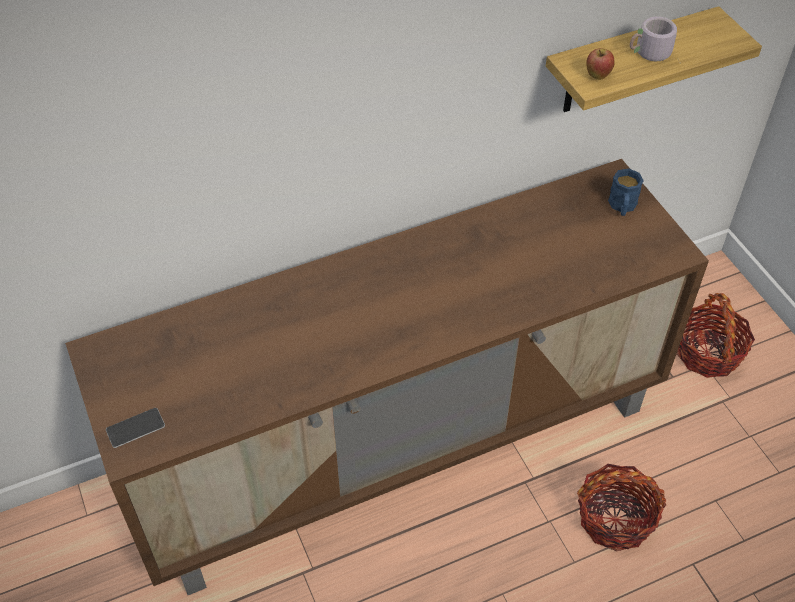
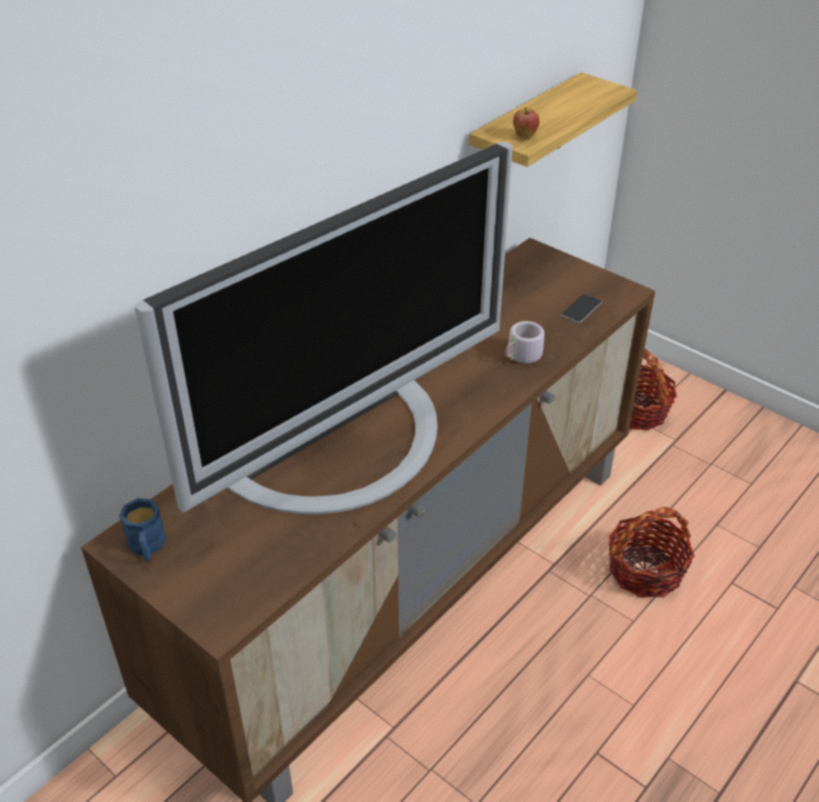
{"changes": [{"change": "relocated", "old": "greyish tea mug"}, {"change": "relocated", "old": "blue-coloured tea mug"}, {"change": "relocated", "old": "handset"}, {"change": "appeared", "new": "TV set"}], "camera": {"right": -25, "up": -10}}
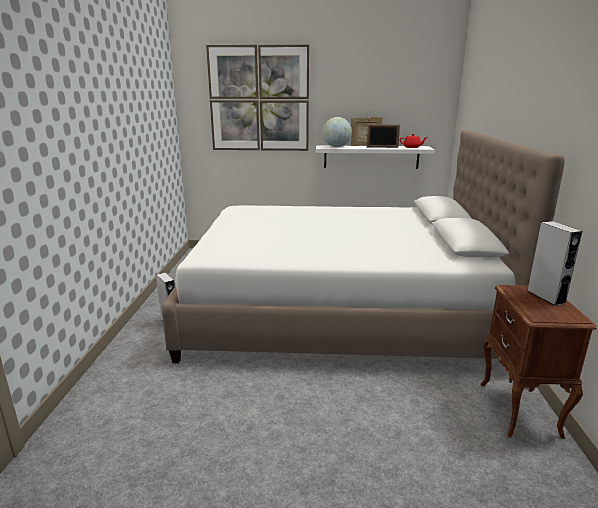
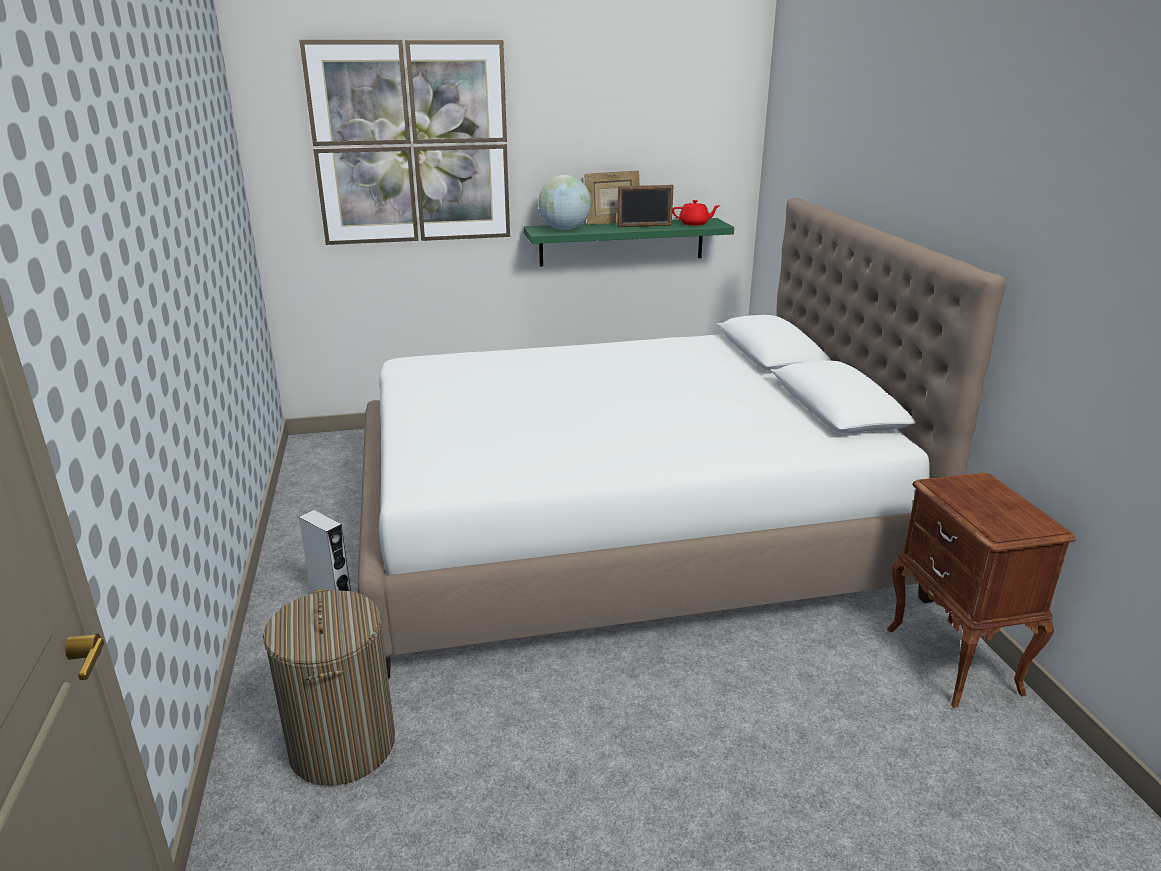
{"changes": [{"change": "colour", "old": "whitish shelf", "new": "greenish shelf"}, {"change": "missing", "old": "greyish loudspeaker (no. 2 from left)"}, {"change": "appeared", "new": "laundry basket"}], "camera": {"right": -15, "up": 5}}
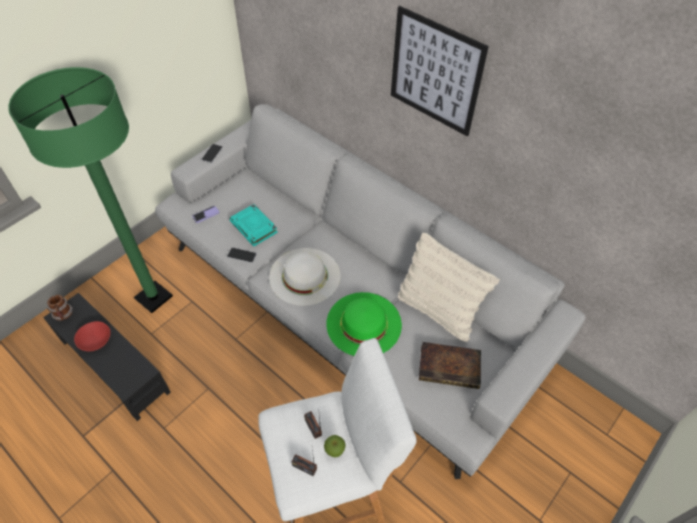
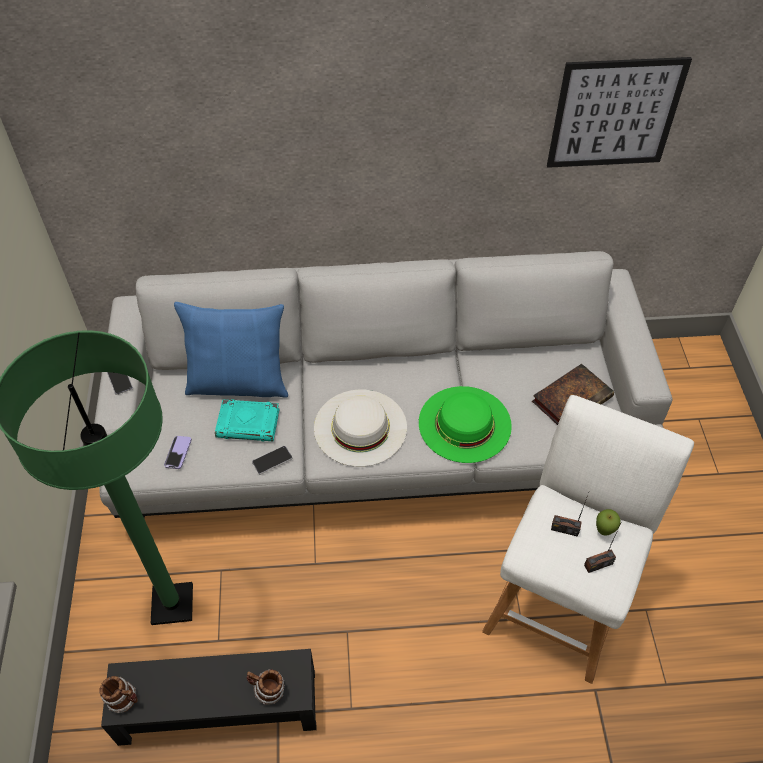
{"changes": [{"change": "relocated", "old": "wall art"}, {"change": "missing", "old": "beige pillow"}, {"change": "missing", "old": "red bowl"}, {"change": "appeared", "new": "blue-coloured pillow"}, {"change": "appeared", "new": "tea mug (no. 2 from left)"}], "camera": {"right": -45, "up": 0}}
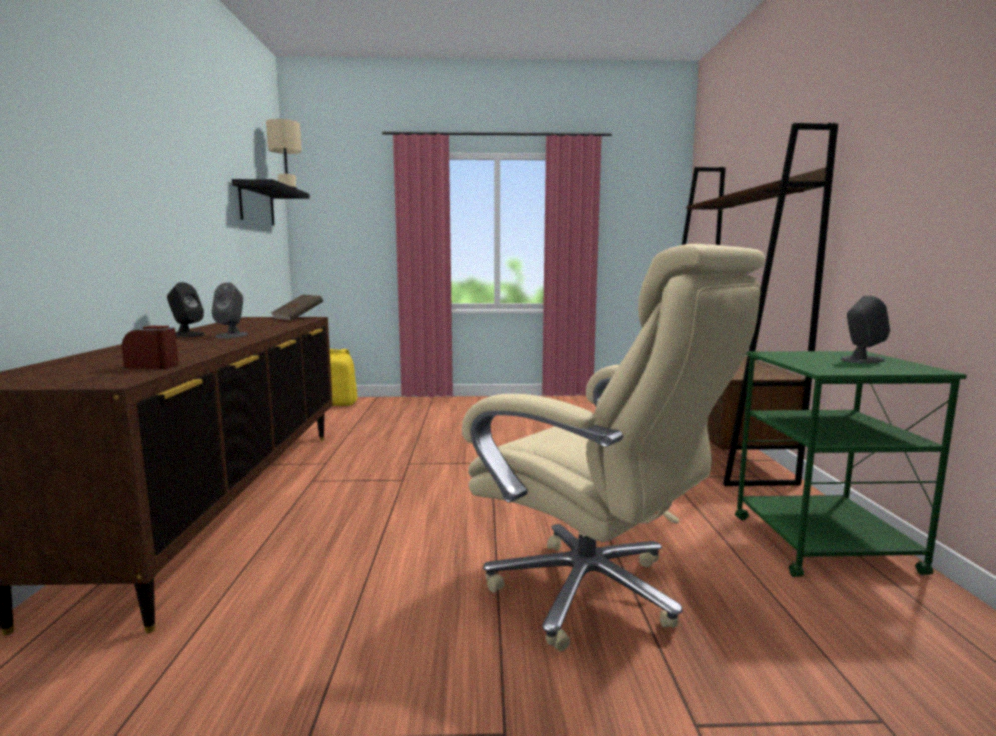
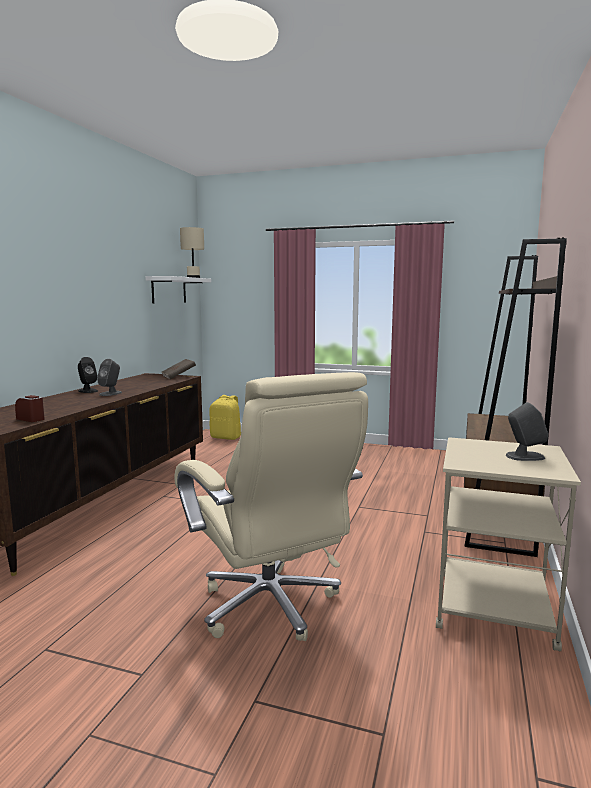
{"changes": [{"change": "colour", "old": "black shelf", "new": "whitish shelf"}, {"change": "colour", "old": "greenish cart", "new": "beige cart"}], "camera": {"right": 20, "up": 0}}
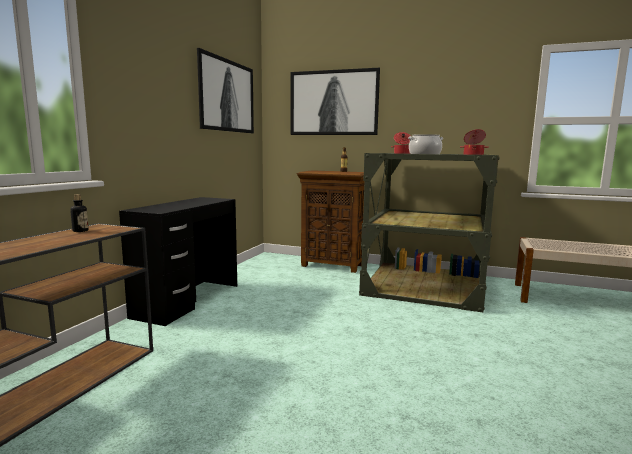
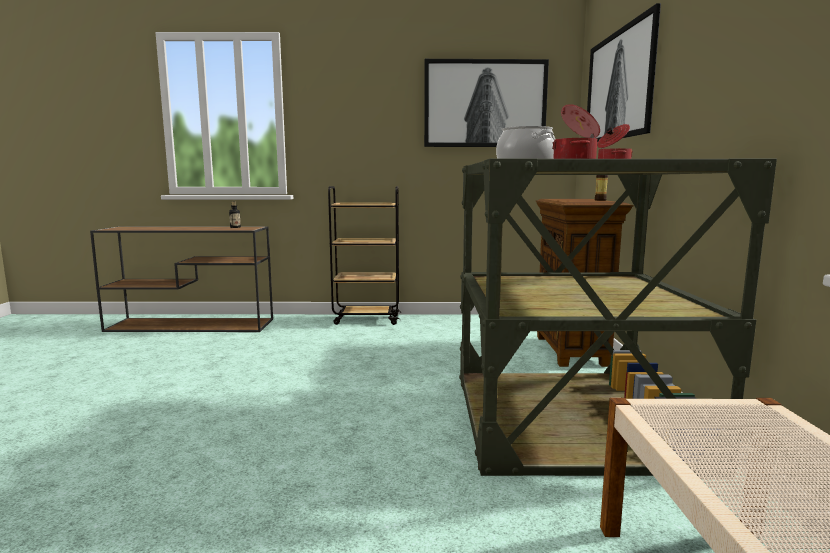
{"changes": [{"change": "exchanged", "old": "black desk unit", "new": "brownish cart"}], "camera": {"right": 70, "up": 0}}
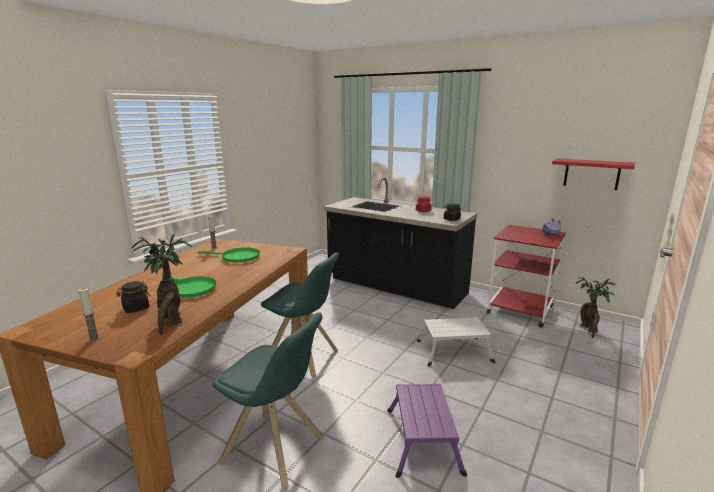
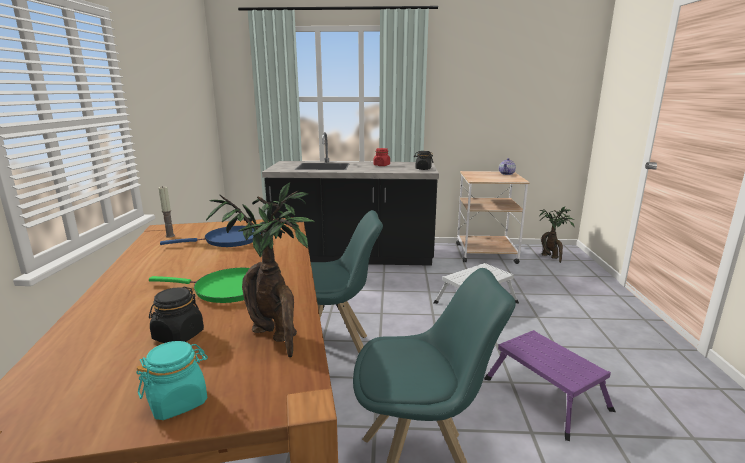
{"changes": [{"change": "missing", "old": "red shelf"}, {"change": "colour", "old": "red cart", "new": "beige cart"}, {"change": "colour", "old": "greenish frying pan (no. 2 from left)", "new": "blue-coloured frying pan"}, {"change": "exchanged", "old": "wax light (no. 1 from left)", "new": "turquoise jar"}], "camera": {"right": -30, "up": 0}}
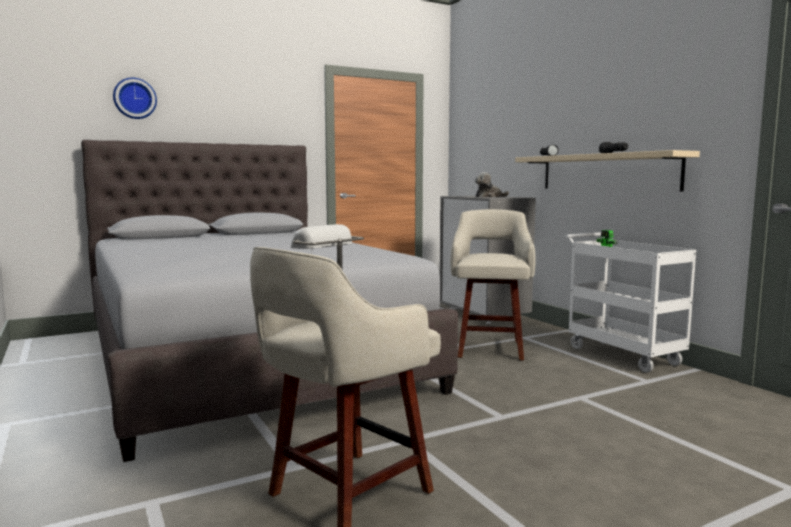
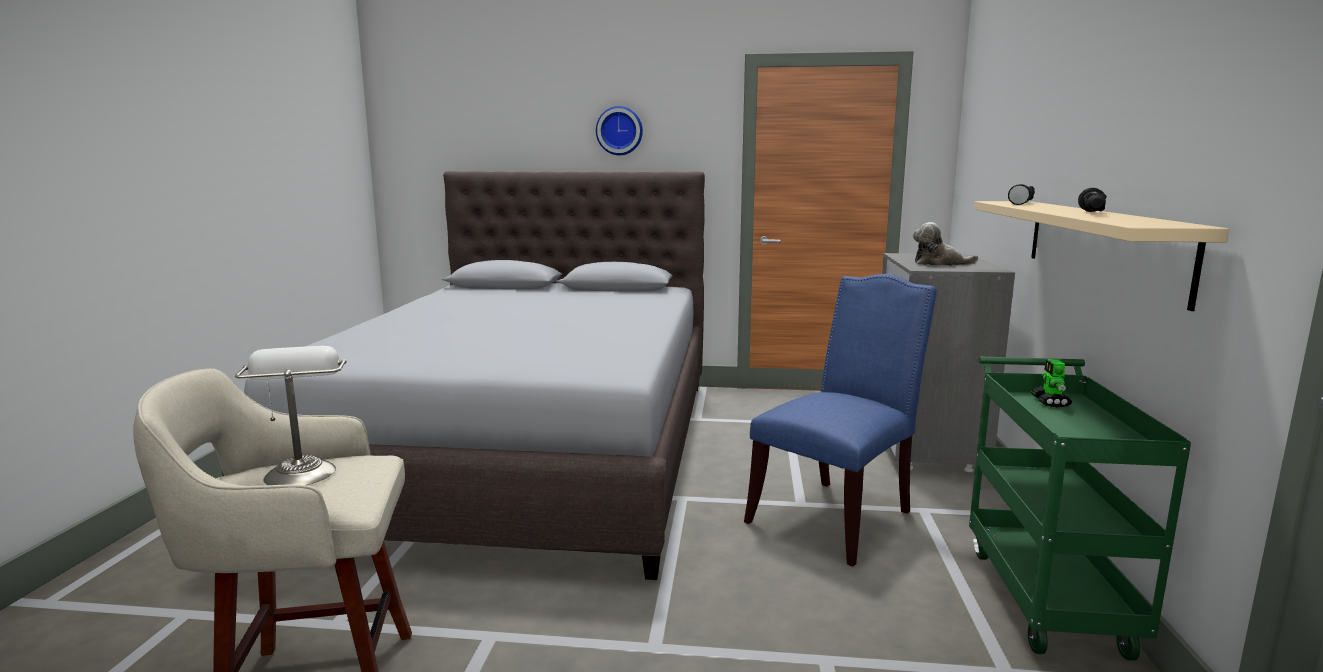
{"changes": [{"change": "relocated", "old": "wall clock"}, {"change": "exchanged", "old": "beige stool seat (no. 2 from left)", "new": "blue-coloured upright chair"}, {"change": "colour", "old": "whitish cart", "new": "greenish cart"}], "camera": {"right": 35, "up": 5}}
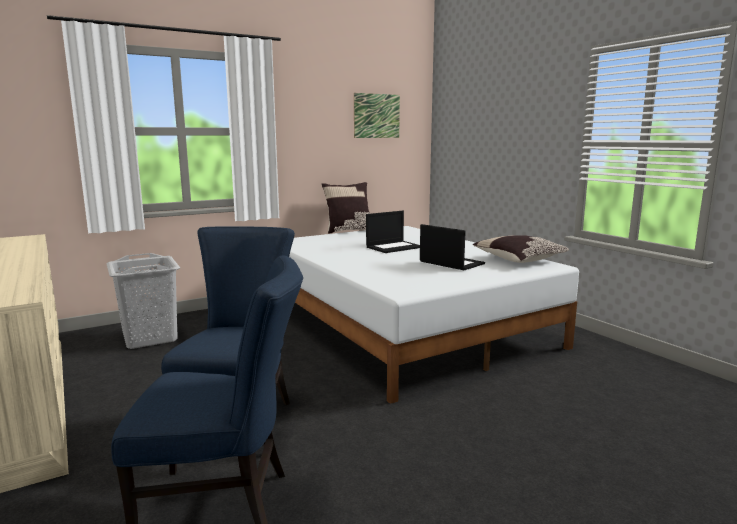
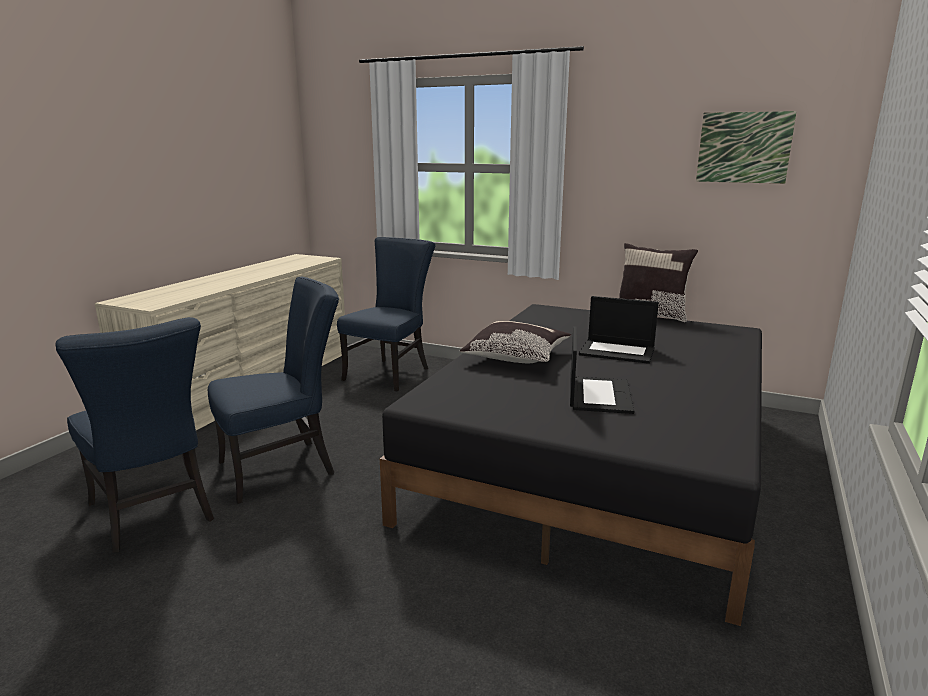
{"changes": [{"change": "colour", "old": "whitish sleeping bed", "new": "black sleeping bed"}, {"change": "relocated", "old": "pillow (no. 2 from left in the first image)", "new": "pillow (no. 1 from left)"}, {"change": "exchanged", "old": "greyish laundry basket", "new": "blue-coloured upright chair (no. 3 from left)"}], "camera": {"right": 55, "up": 5}}
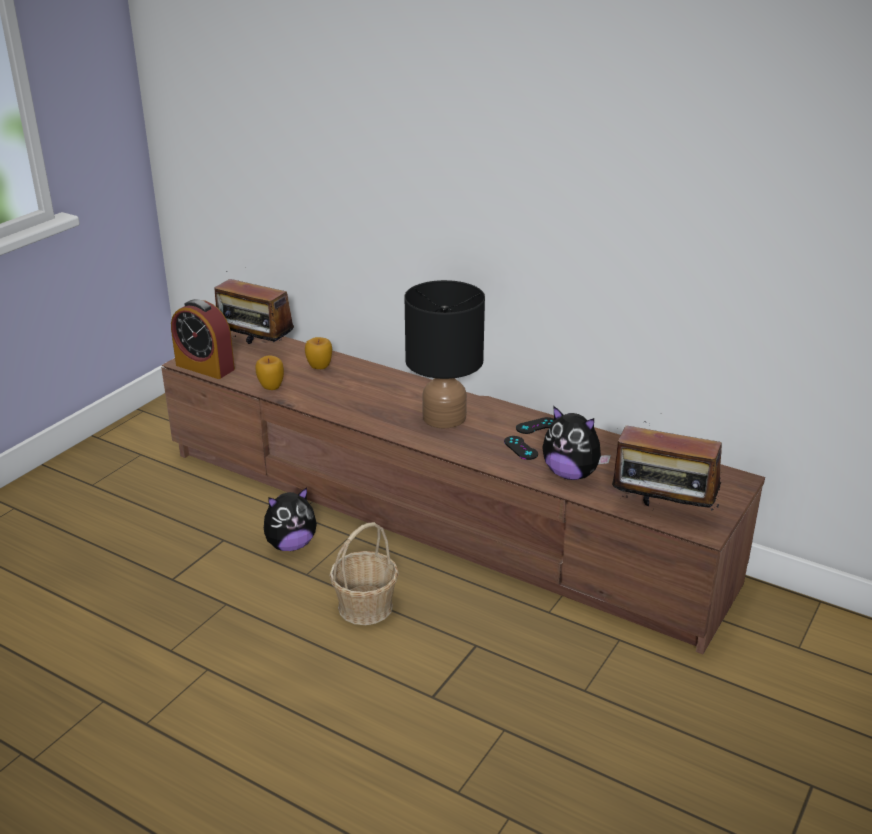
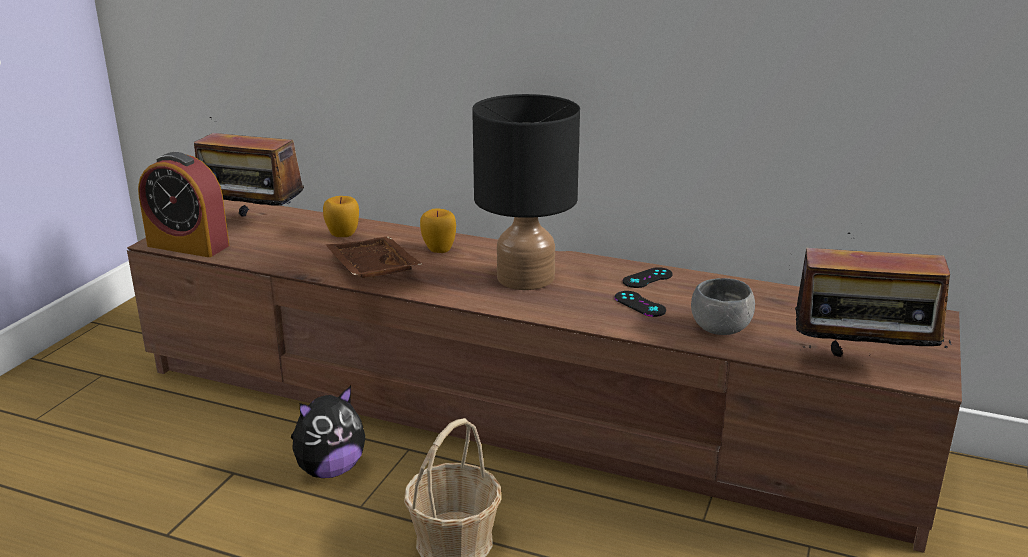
{"changes": [{"change": "relocated", "old": "whole apple (no. 1 from left in the first image)", "new": "whole apple (no. 2 from left)"}, {"change": "exchanged", "old": "plush toy (no. 2 from left)", "new": "greyish bowl"}, {"change": "appeared", "new": "brownish serving tray"}], "camera": {"right": -10, "up": -5}}
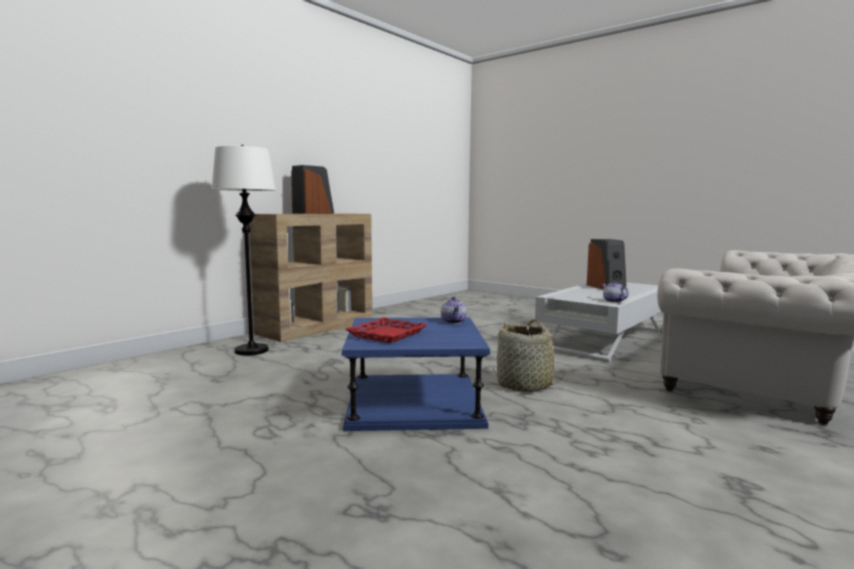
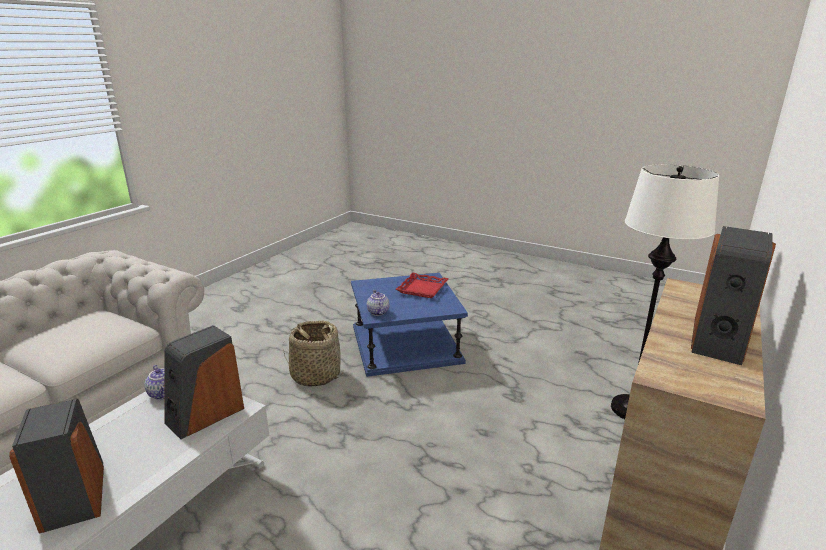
{"changes": [{"change": "appeared", "new": "loudspeaker (no. 2 from left)"}], "camera": {"right": 170, "up": 15}}
